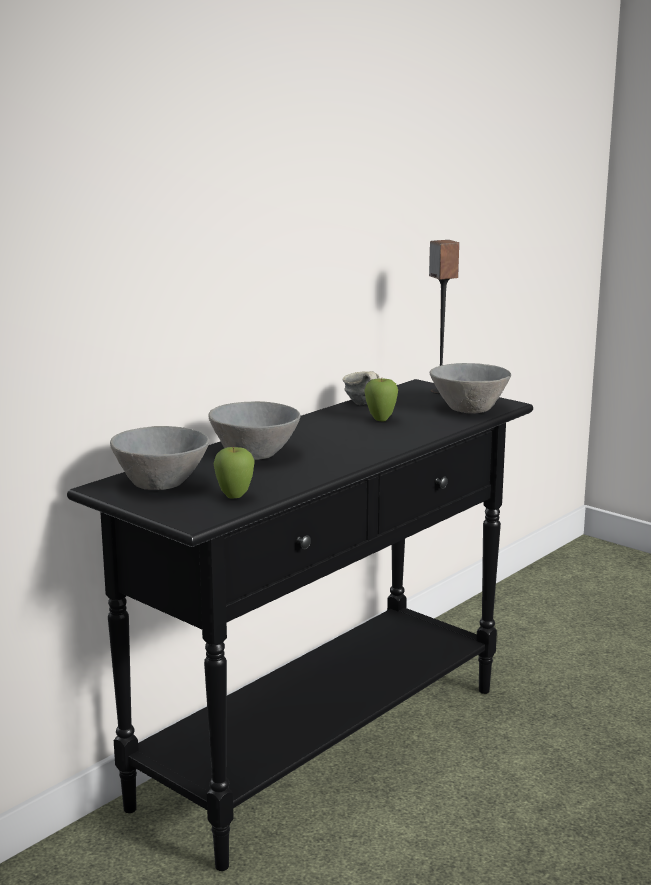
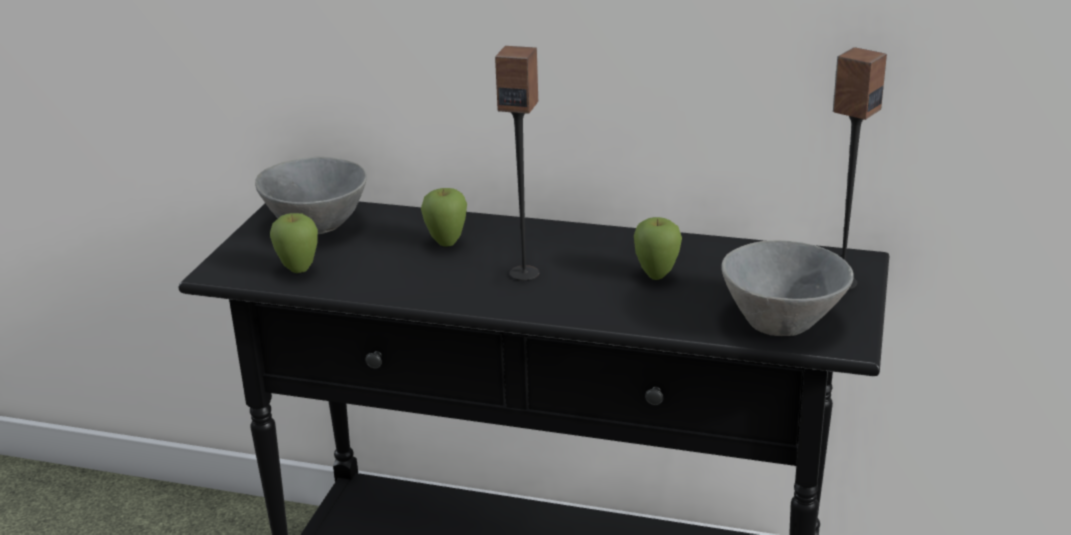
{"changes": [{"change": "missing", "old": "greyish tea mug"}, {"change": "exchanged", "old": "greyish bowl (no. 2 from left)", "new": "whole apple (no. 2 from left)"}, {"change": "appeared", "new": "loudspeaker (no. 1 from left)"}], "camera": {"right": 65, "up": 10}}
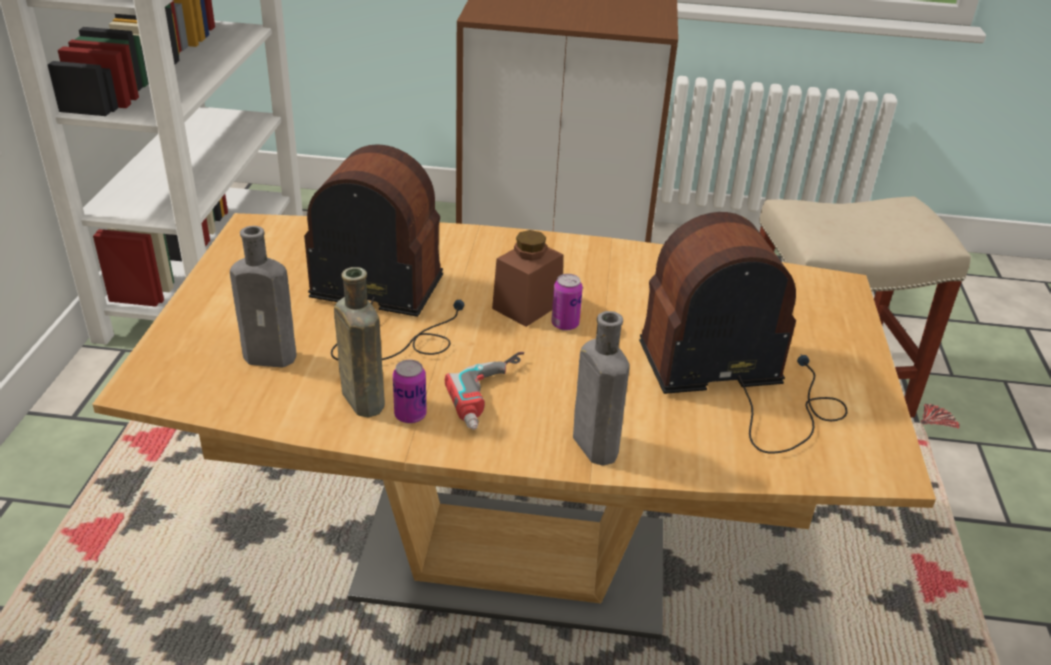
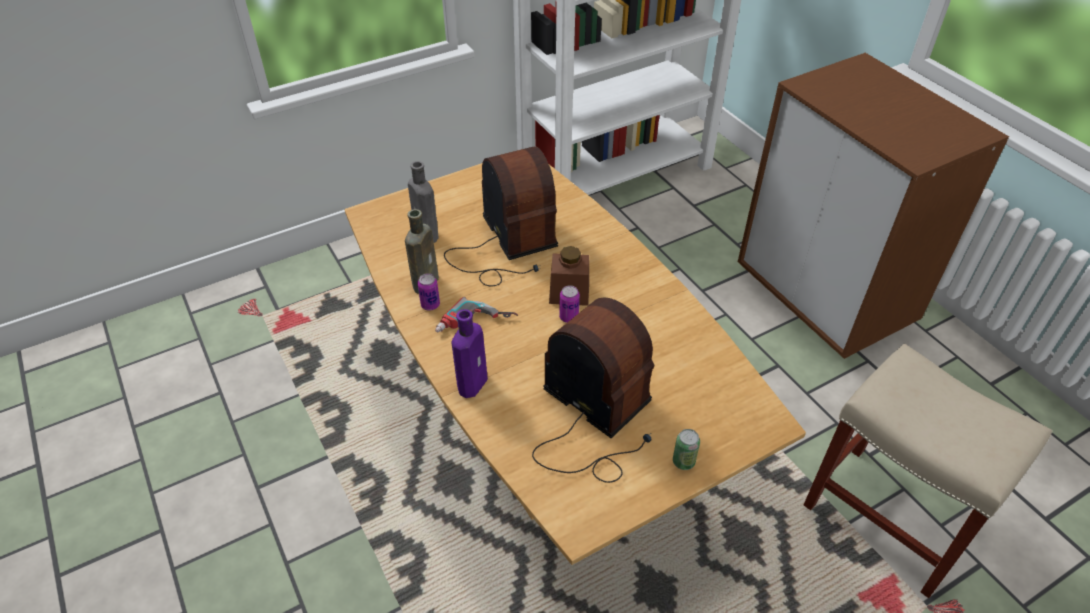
{"changes": [{"change": "colour", "old": "greyish bottle (no. 2 from left)", "new": "purple-coloured bottle"}, {"change": "appeared", "new": "can (no. 3 from left)"}], "camera": {"right": 55, "up": 10}}
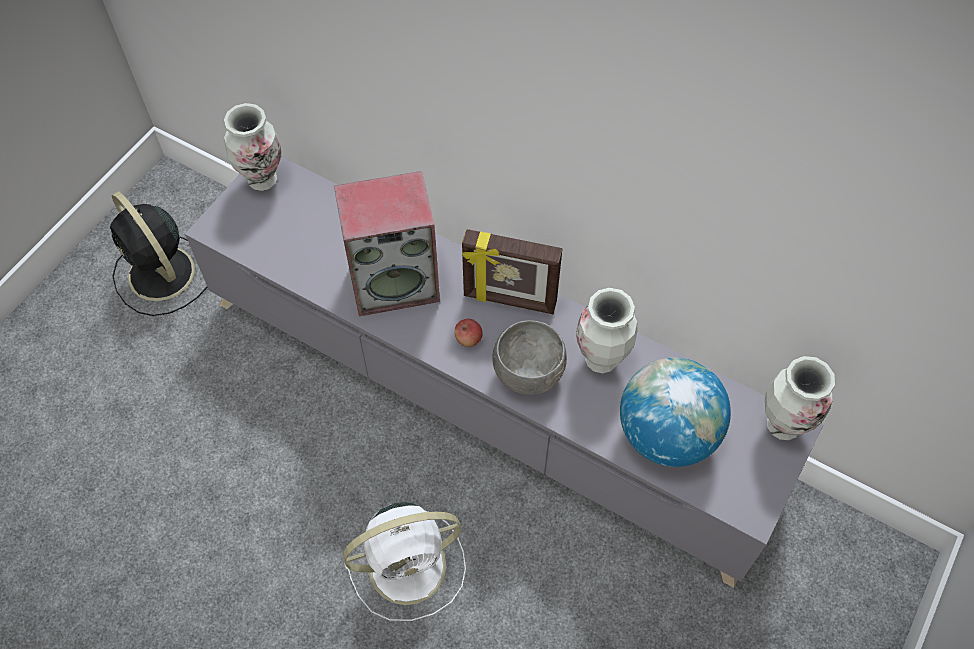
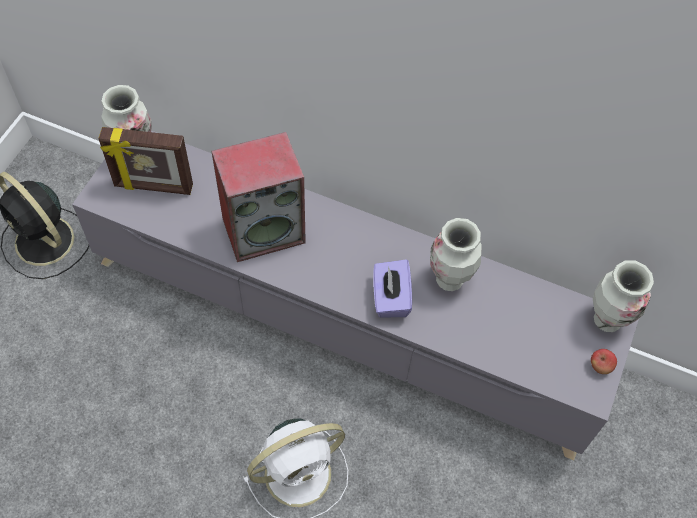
{"changes": [{"change": "relocated", "old": "photo frame"}, {"change": "relocated", "old": "whole apple"}, {"change": "exchanged", "old": "greyish bowl", "new": "purple-coloured tissue holder"}, {"change": "missing", "old": "world globe"}], "camera": {"right": -10, "up": 0}}
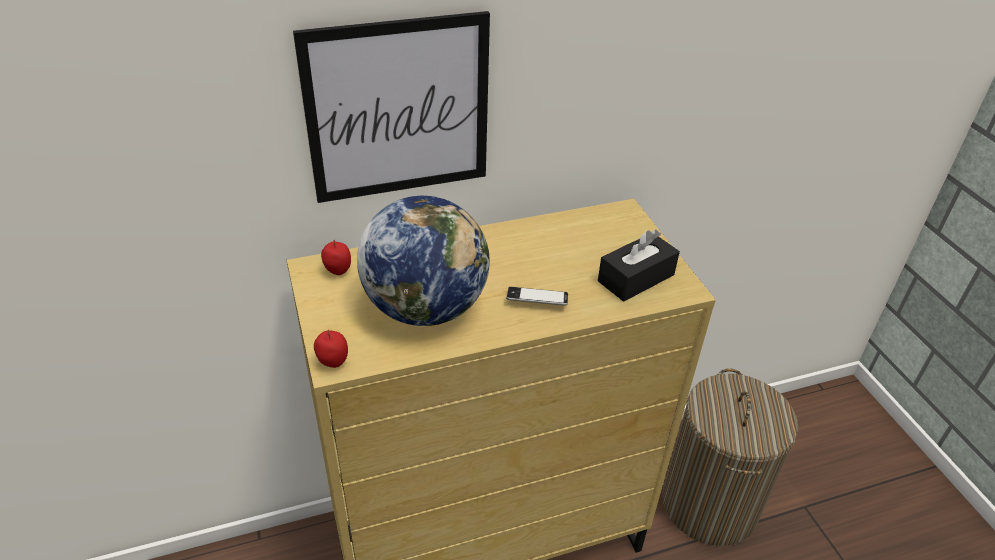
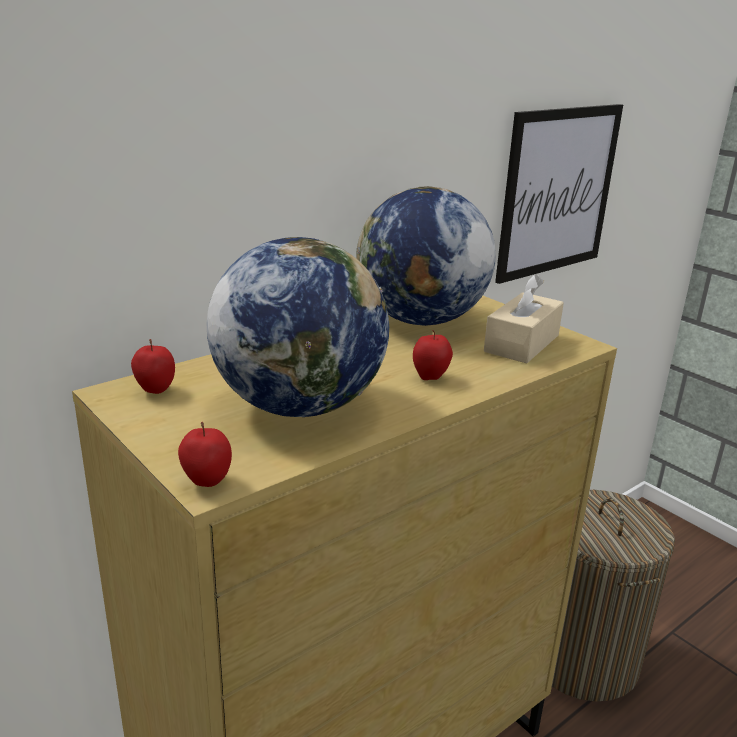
{"changes": [{"change": "relocated", "old": "wall art"}, {"change": "colour", "old": "black tissue holder", "new": "beige tissue holder"}, {"change": "exchanged", "old": "handset", "new": "whole apple (no. 3 from left)"}, {"change": "appeared", "new": "world globe (no. 2 from left)"}], "camera": {"right": -20, "up": -15}}
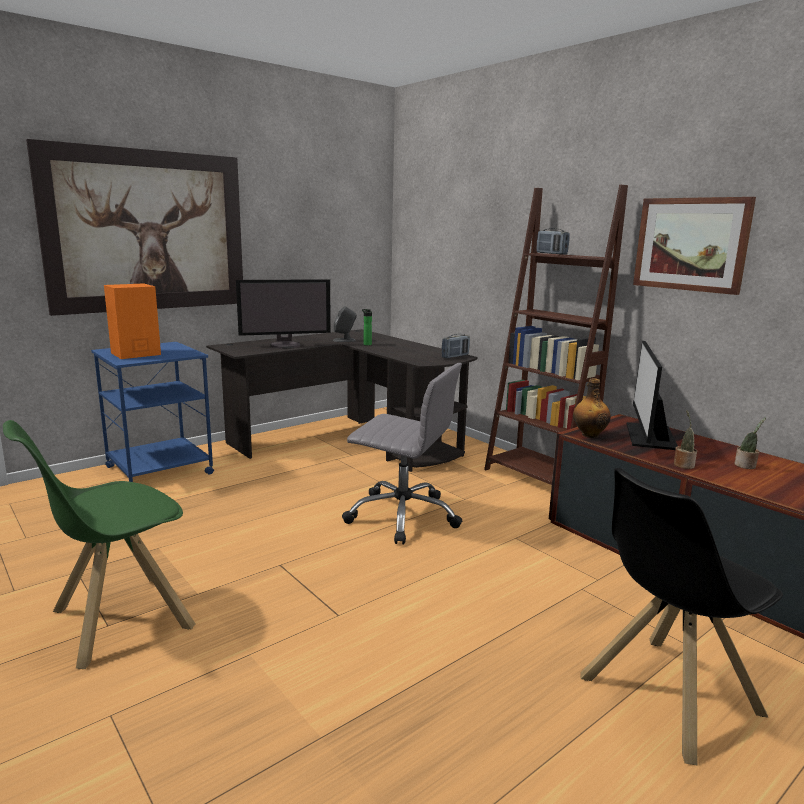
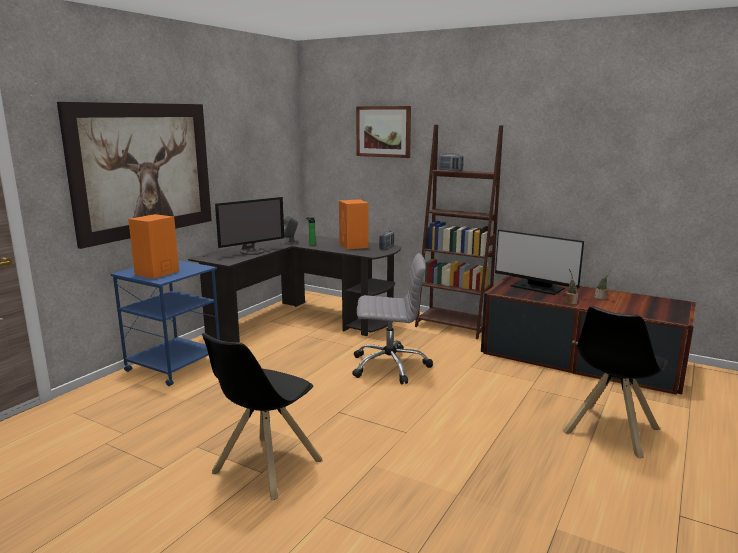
{"changes": [{"change": "relocated", "old": "wall art (no. 2 from left)"}, {"change": "spun", "old": "computer display (no. 2 from left)", "degrees": -45}, {"change": "missing", "old": "bottle (no. 2 from left)"}, {"change": "colour", "old": "greenish upright chair", "new": "black upright chair (no. 1 from left)"}, {"change": "appeared", "new": "orange loudspeaker (no. 2 from left)"}], "camera": {"right": -20, "up": 0}}
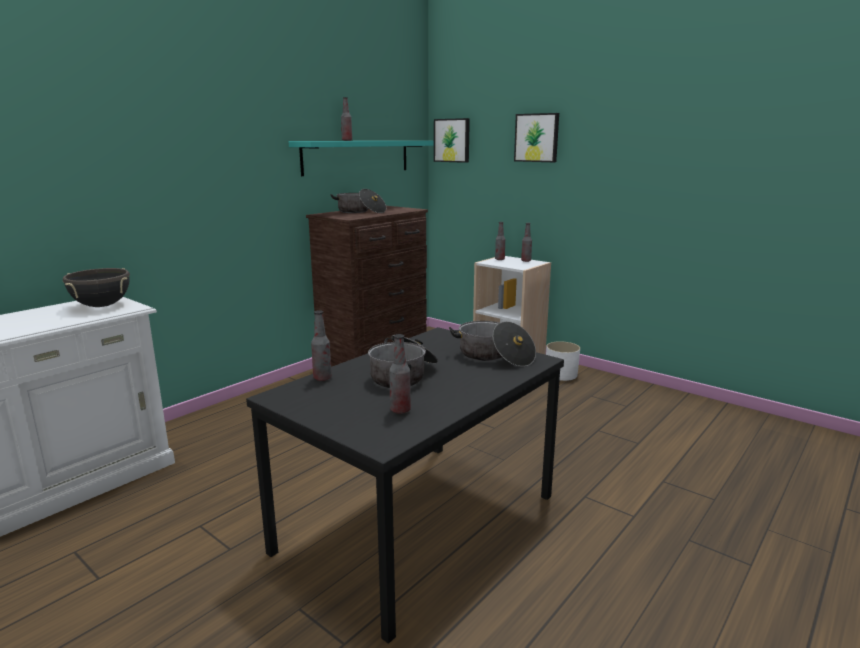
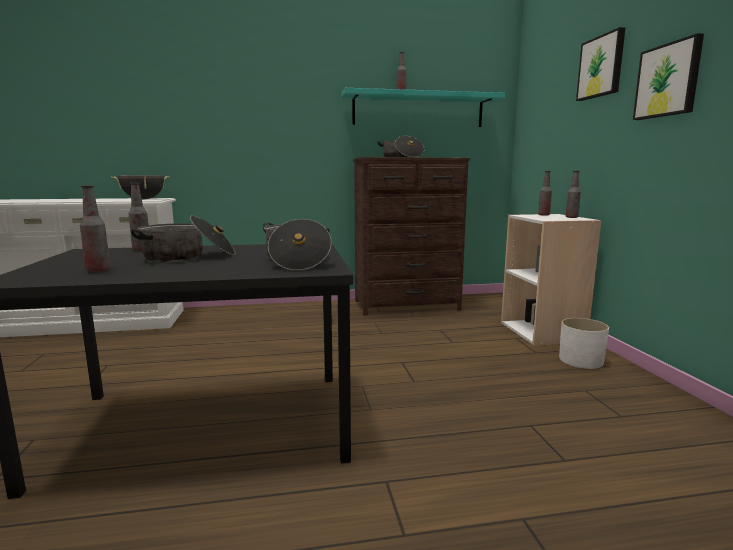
{"changes": [{"change": "relocated", "old": "wall art (no. 1 from left in the first image)", "new": "wall art (no. 2 from left)"}], "camera": {"right": 40, "up": -5}}
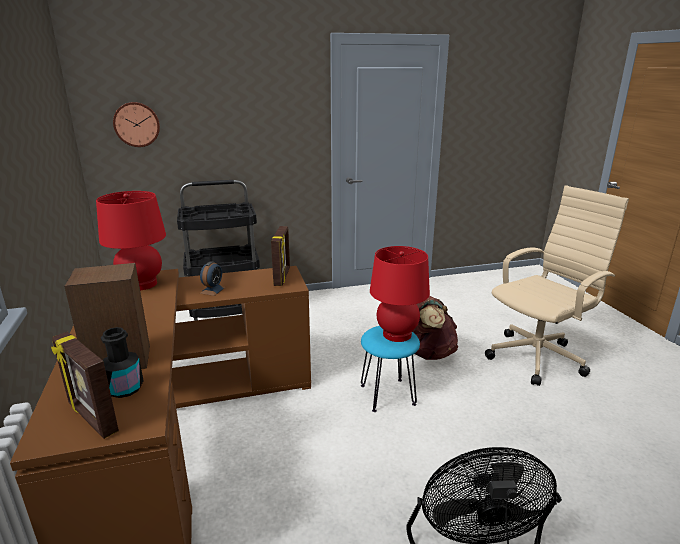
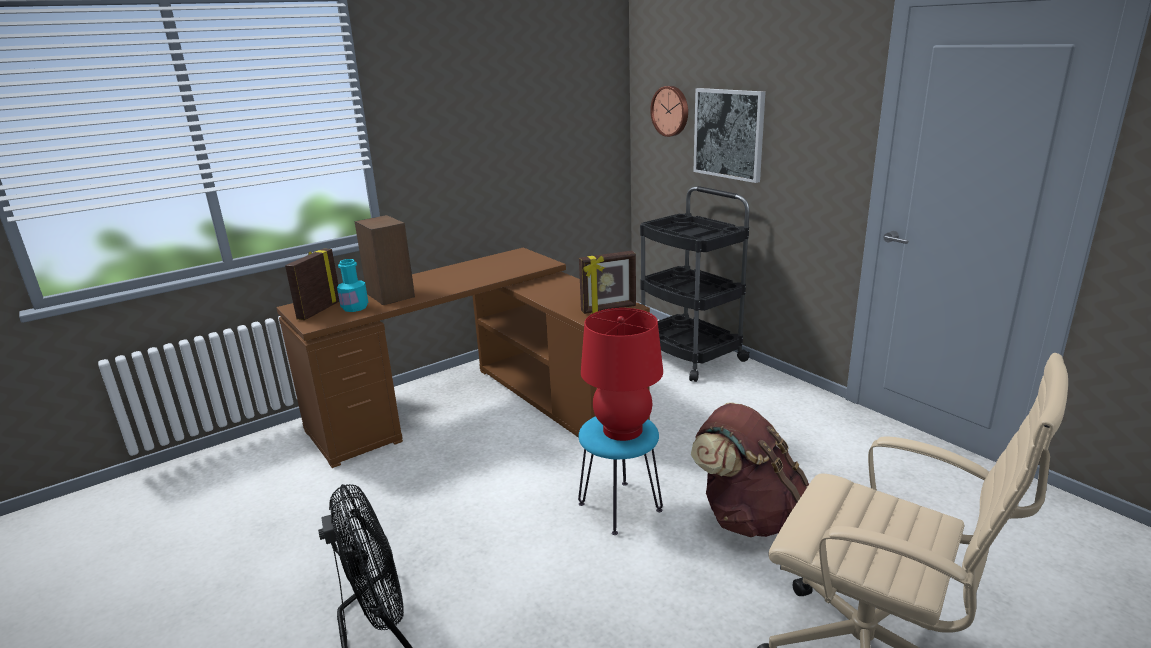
{"changes": [{"change": "missing", "old": "red tabletop lamp (no. 1 from left)"}, {"change": "missing", "old": "bedside clock"}, {"change": "colour", "old": "black bottle", "new": "turquoise bottle"}, {"change": "appeared", "new": "wall art"}], "camera": {"right": 70, "up": 0}}
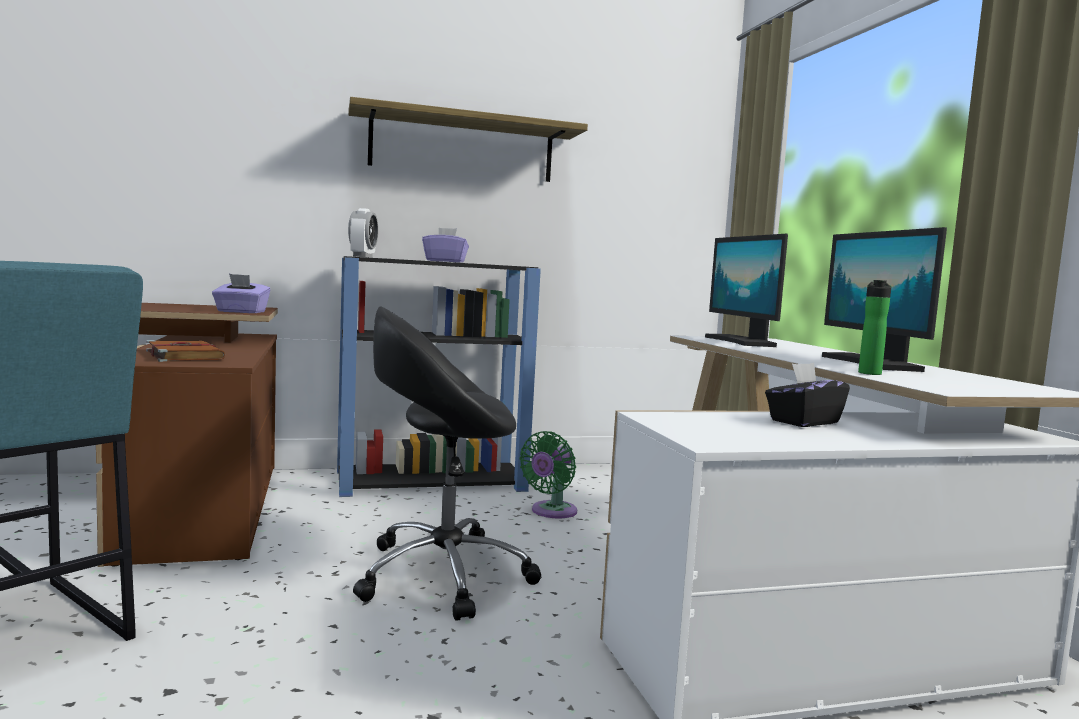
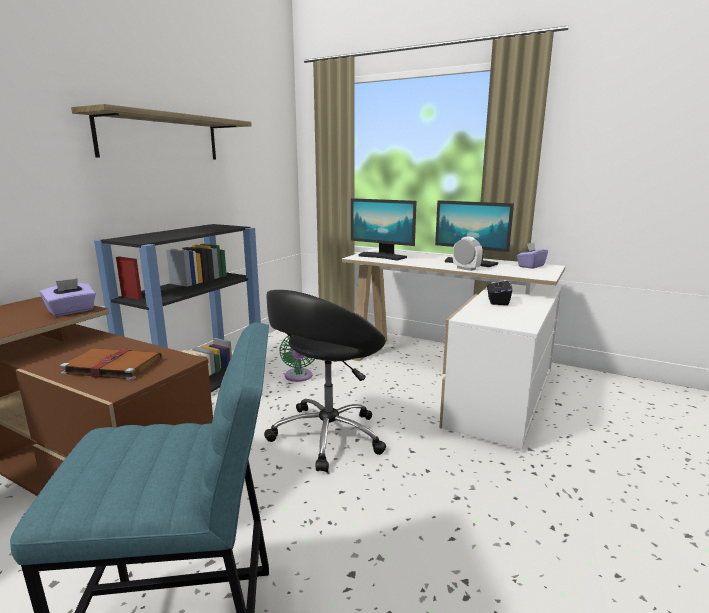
{"changes": [{"change": "relocated", "old": "bedside clock"}, {"change": "relocated", "old": "purple-coloured tissue holder (no. 2 from left)"}, {"change": "missing", "old": "bottle"}], "camera": {"right": -45, "up": 10}}
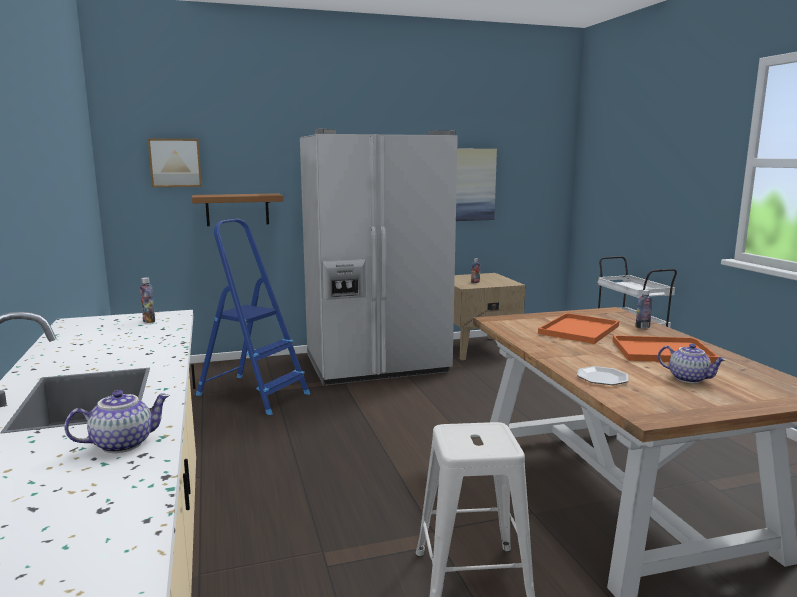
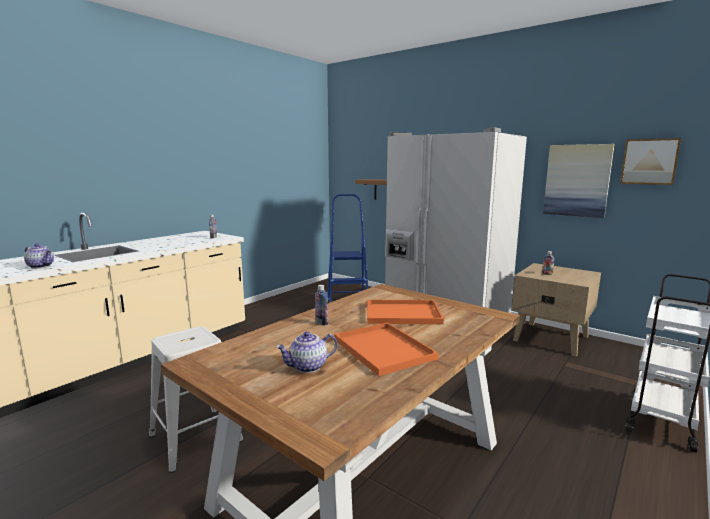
{"changes": [{"change": "relocated", "old": "wall art (no. 1 from left in the first image)", "new": "wall art (no. 2 from left)"}, {"change": "relocated", "old": "bottle (no. 3 from left in the first image)", "new": "bottle (no. 2 from left)"}, {"change": "spun", "old": "teapot (no. 2 from left)", "degrees": 60}, {"change": "missing", "old": "flat dish"}], "camera": {"right": 55, "up": 0}}
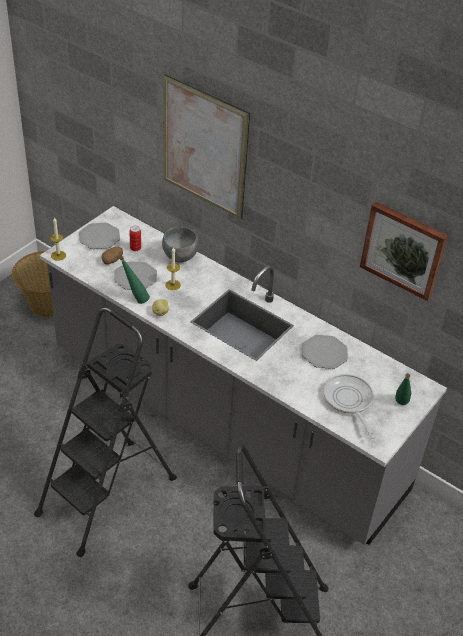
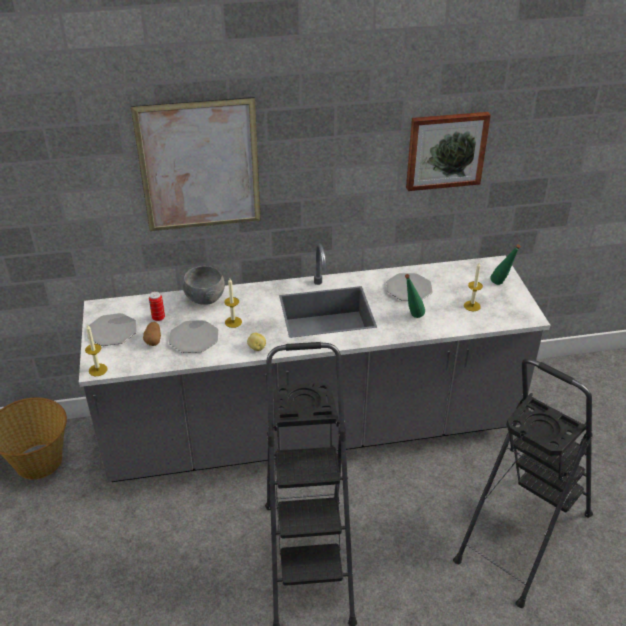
{"changes": [{"change": "relocated", "old": "greenish bottle (no. 1 from left)"}, {"change": "exchanged", "old": "frying pan", "new": "wax light (no. 3 from left)"}], "camera": {"right": -45, "up": -5}}
